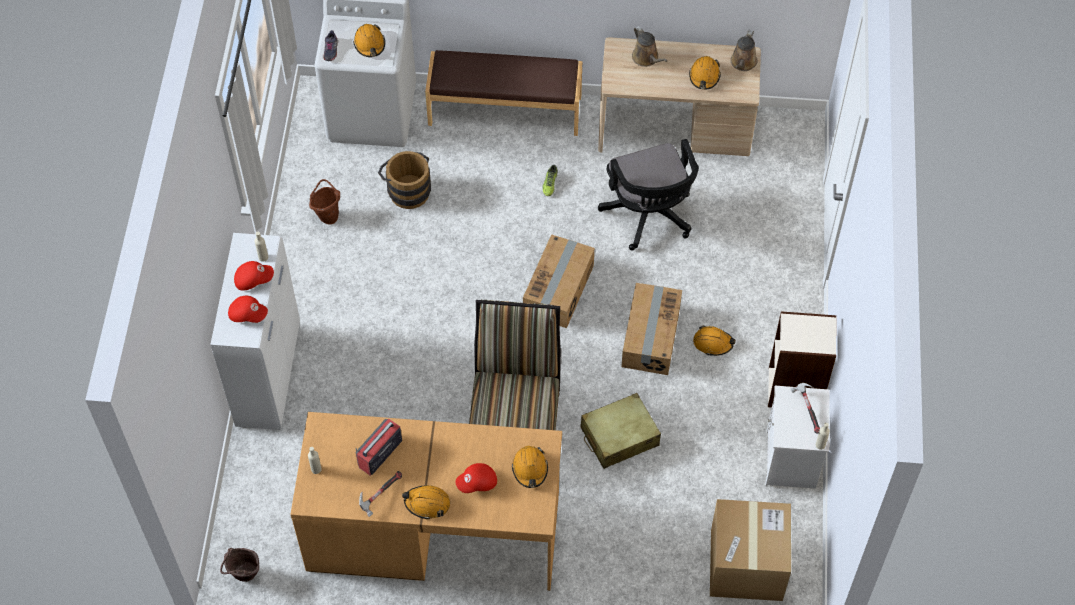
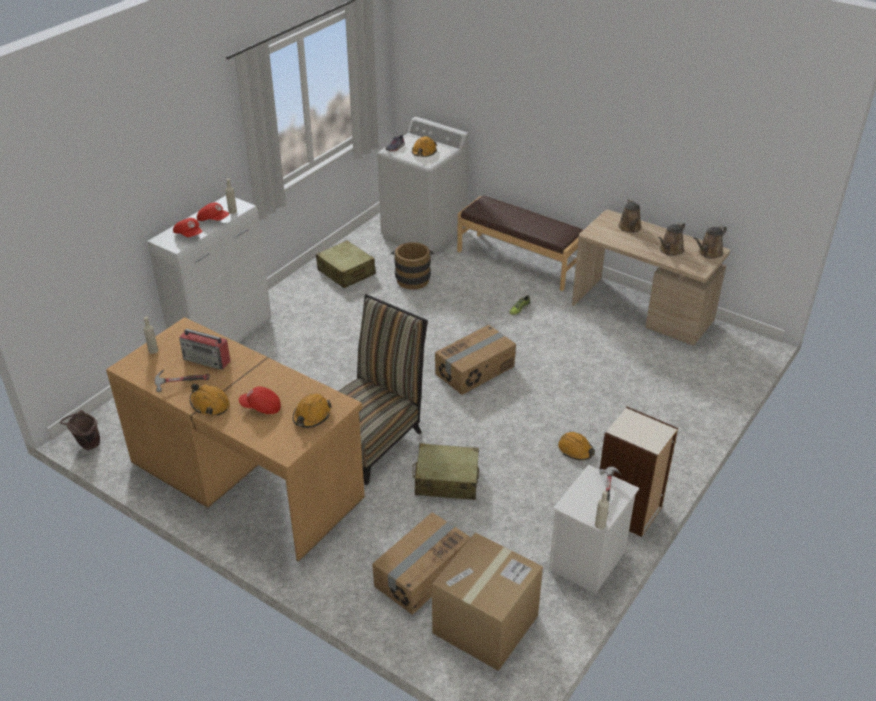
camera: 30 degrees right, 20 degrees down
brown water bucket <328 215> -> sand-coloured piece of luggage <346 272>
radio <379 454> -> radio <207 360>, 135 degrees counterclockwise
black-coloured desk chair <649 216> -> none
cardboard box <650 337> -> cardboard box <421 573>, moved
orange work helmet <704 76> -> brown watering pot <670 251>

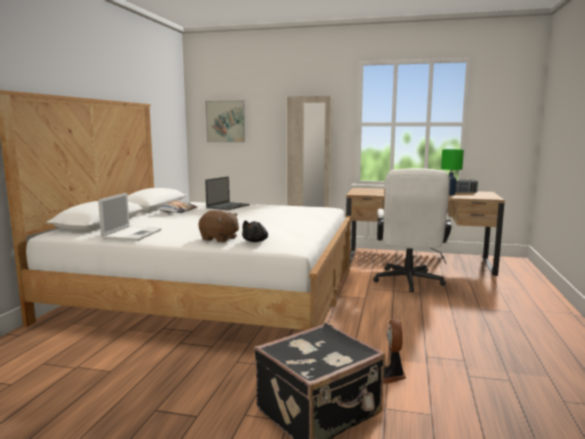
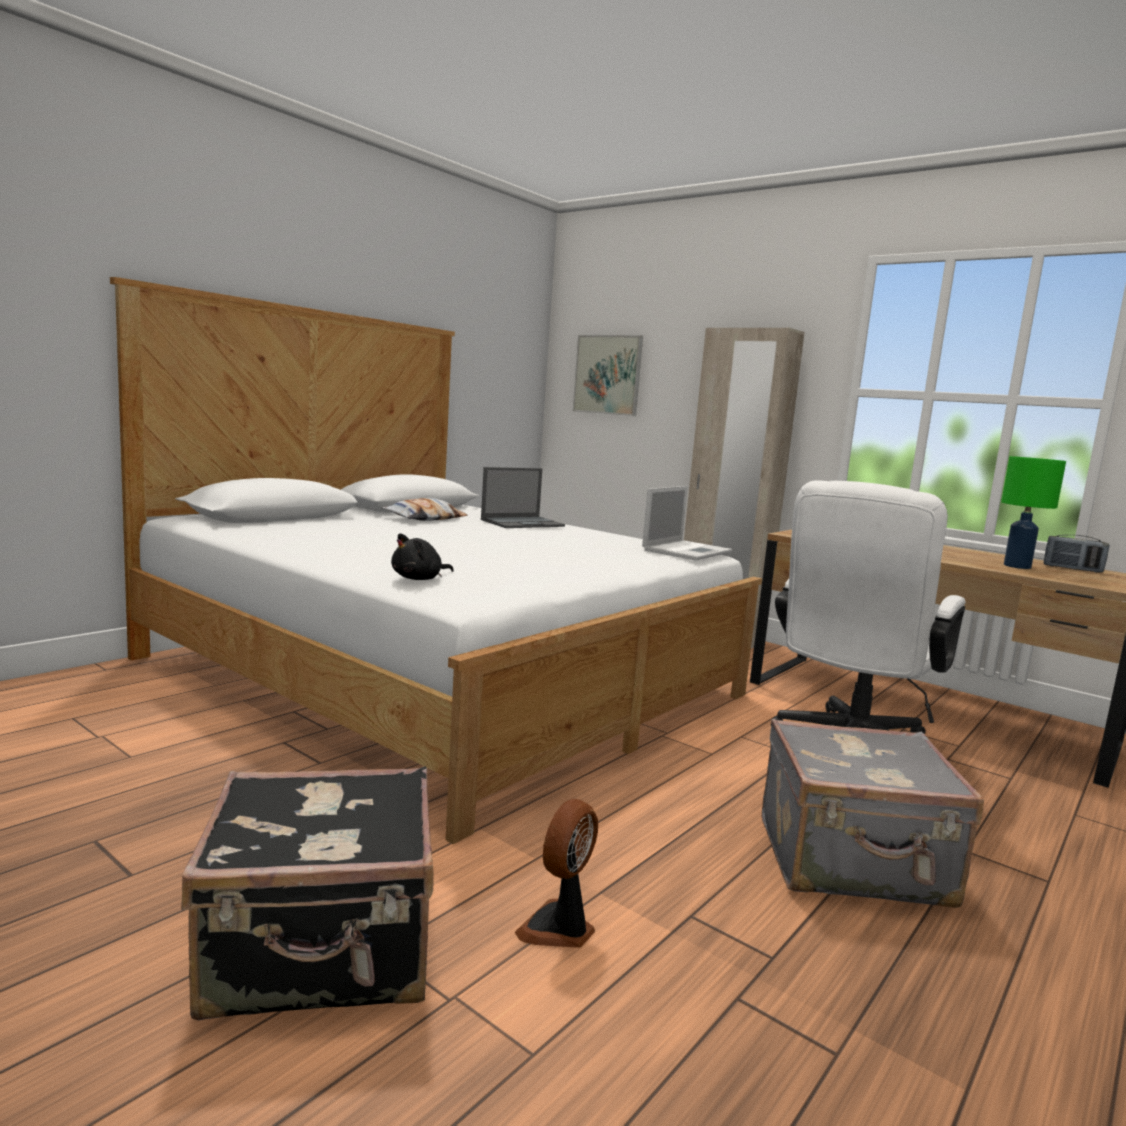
camera: 25 degrees right, 0 degrees up
notebook computer <132 234> -> notebook computer <687 551>, moved
brown soft toy <219 239> -> none
none -> gray piece of luggage <853 863>

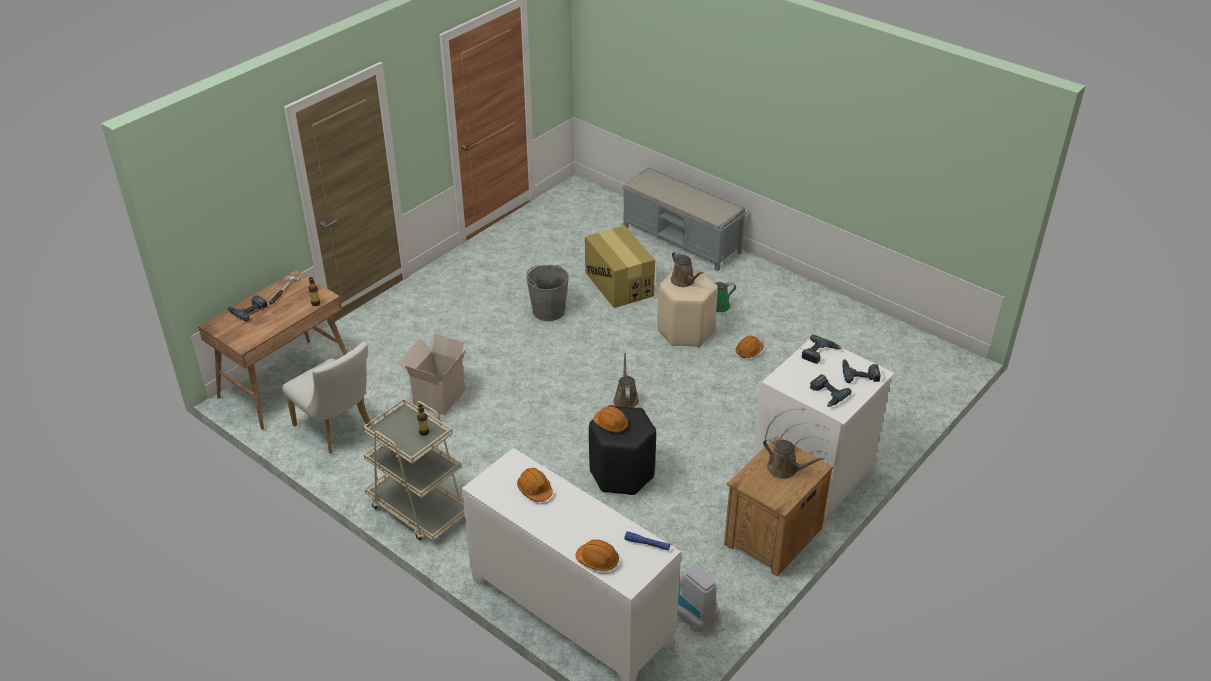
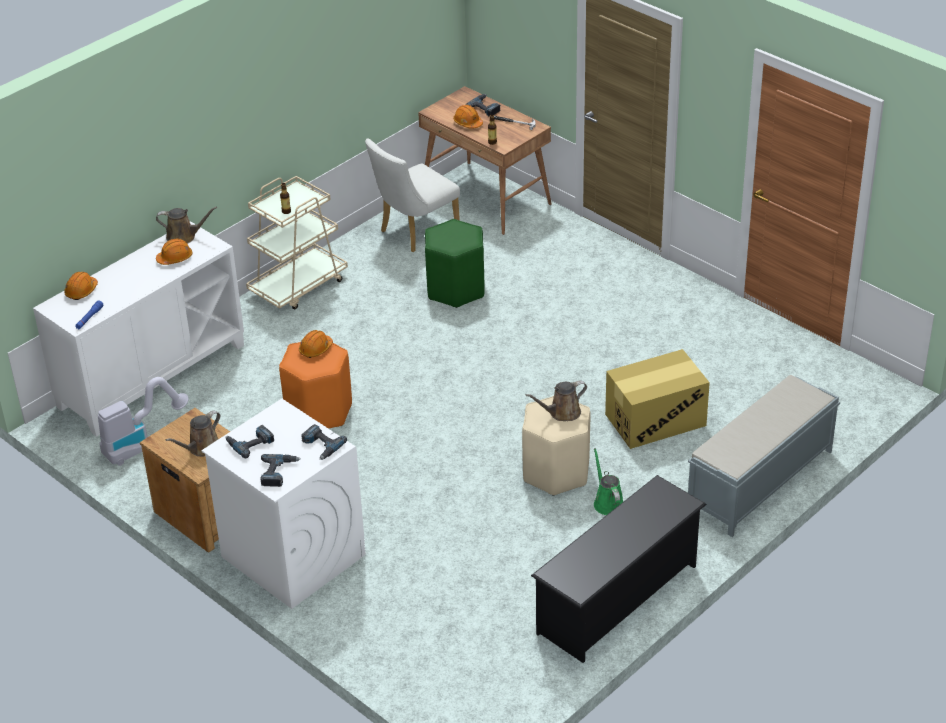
camera: 95 degrees right, 0 degrees up
cardboard box <438 396> -> green stool seat <455 290>
gray water bucket <548 311> -> none
black-coloured stool seat <621 474> -> orange stool seat <319 411>
brown watering pot <625 399> -> brown watering pot <184 237>, moved
orange work helmet <749 351> -> orange work helmet <468 123>, moved
none -> black-coloured shoe shelf <618 599>

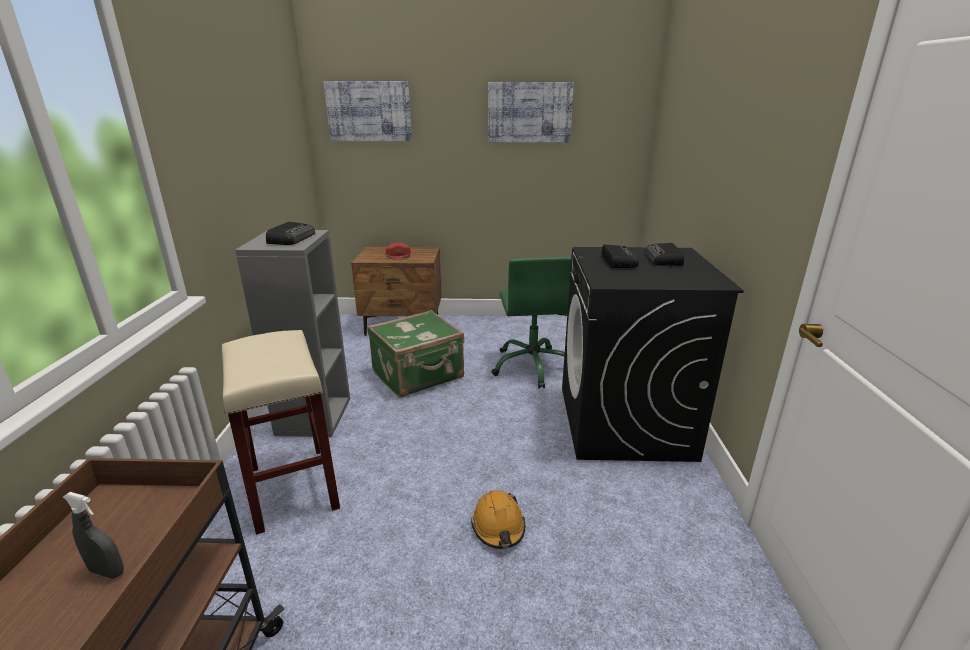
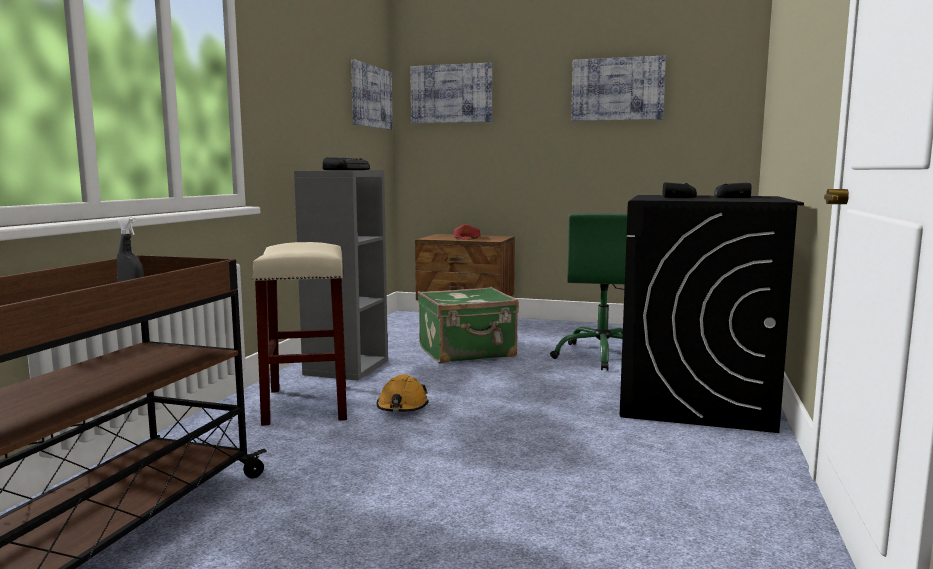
camera: 15 degrees right, 15 degrees down
orange work helmet <498 526> -> orange work helmet <402 407>, moved
none -> picture <371 97>

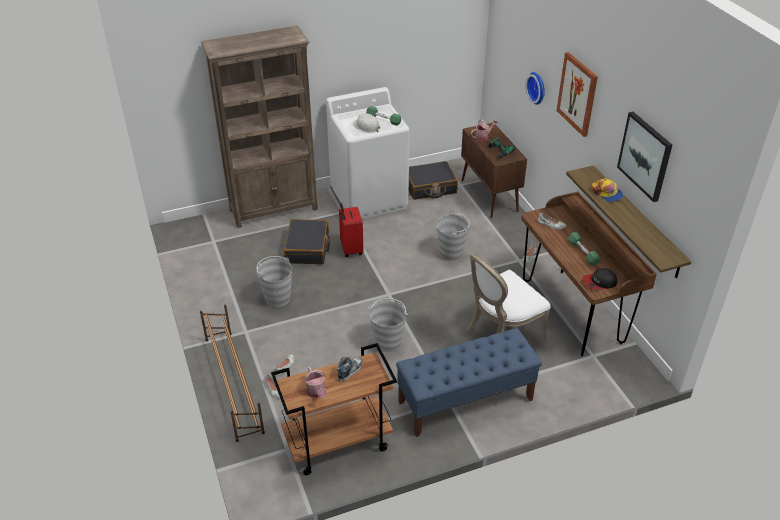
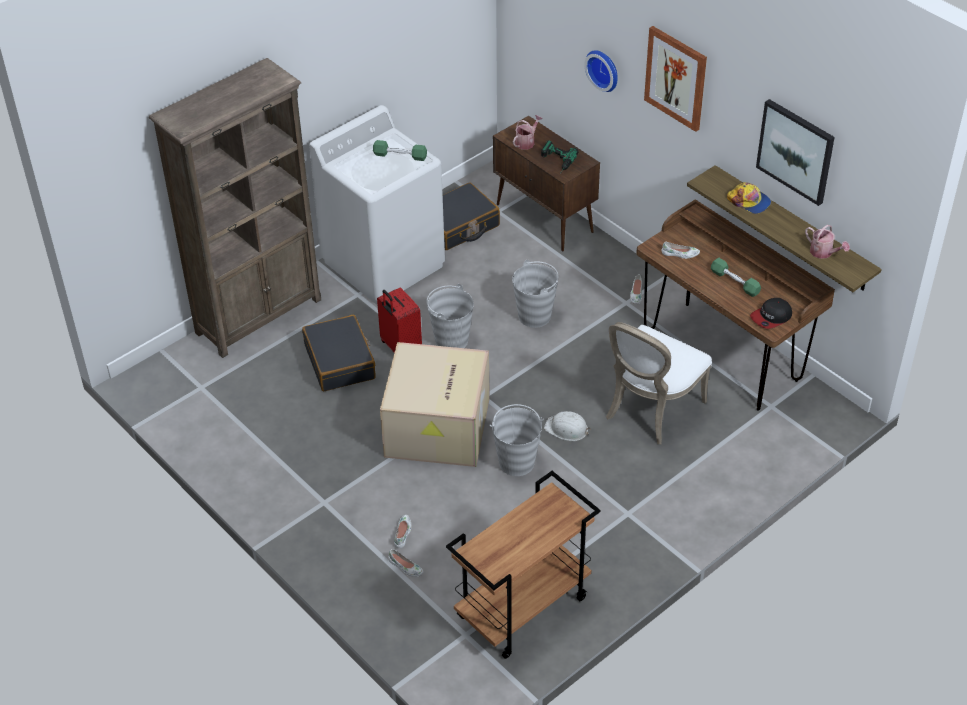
camera: 20 degrees left, 5 degrees up
brown shoe shelf <233 383> -> none
gray water bucket <277 298> -> gray water bucket <451 340>, moved
watering pot <316 392> -> watering pot <824 253>, moved
item of footwear <350 370> -> none
white work helmet <366 126> -> white work helmet <567 429>, moved
blue long seat <465 401> -> none
none -> cardboard box <438 428>

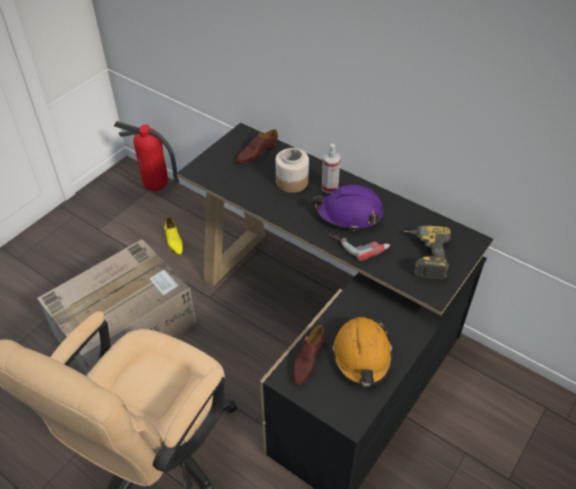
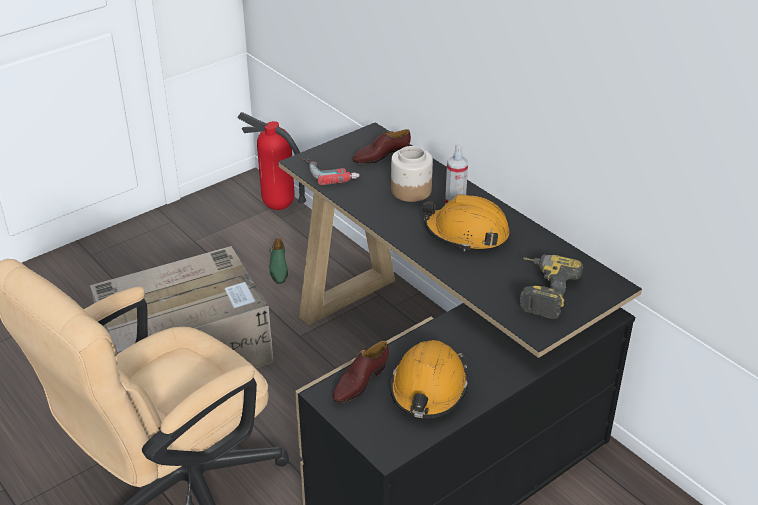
camera: 15 degrees right, 10 degrees down
yellowish item of footwear <174 242> -> green item of footwear <278 269>
purple work helmet <348 214> -> orange work helmet <466 233>
electric drill <359 244> -> electric drill <330 171>, moved

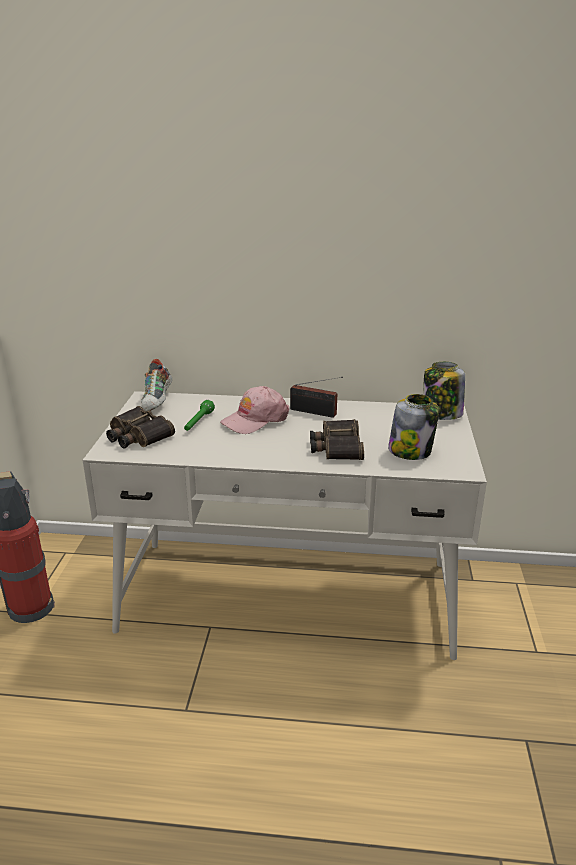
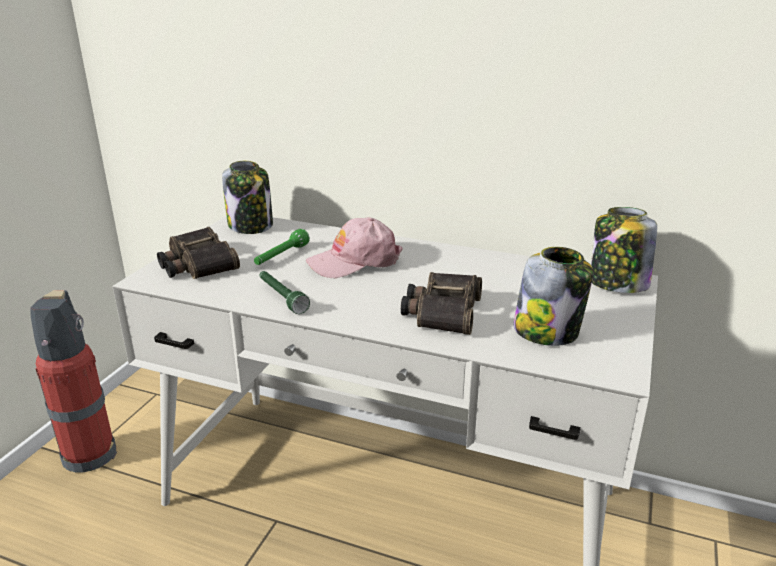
camera: 15 degrees right, 0 degrees up
item of footwear <158 401> -> jar <251 226>
radio <315 412> -> none
none -> green torch <281 298>

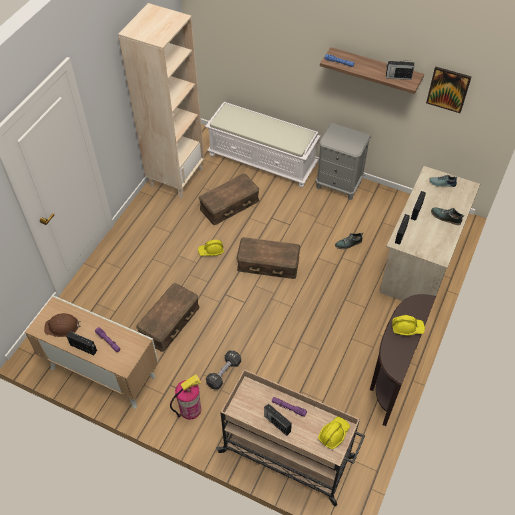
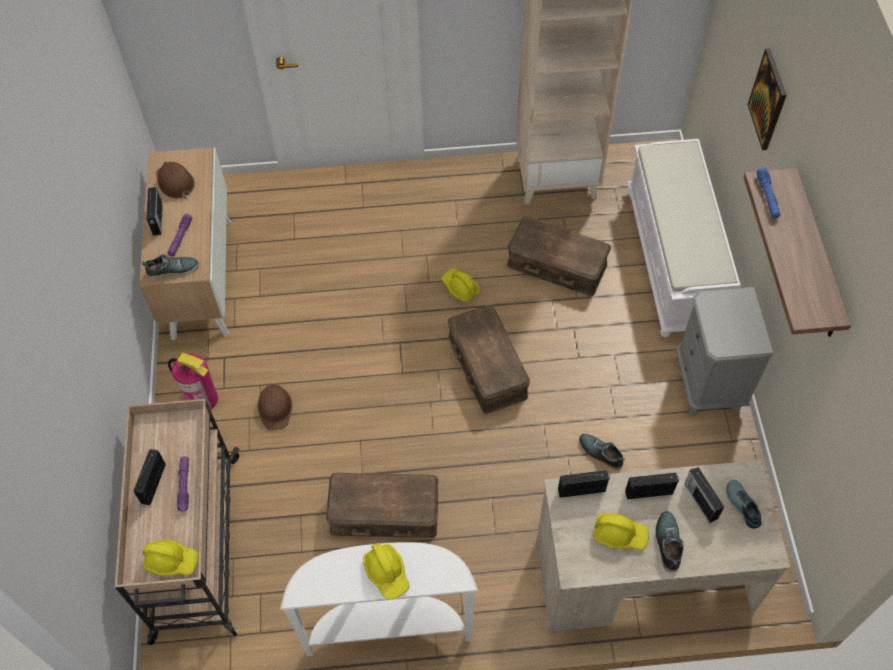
camera: 60 degrees right, 5 degrees up
brown storage box <170 322> -> brown storage box <384 513>, moved
black-coloured hand weight <224 373> -> brown work helmet <275 408>
brown narrow table <389 380> -> white narrow table <387 626>
radio <397 77> -> radio <700 500>, moved
picture <448 89> -> picture <768 99>, moved
none -> item of footwear <173 269>
none -> yellowish work helmet <619 534>

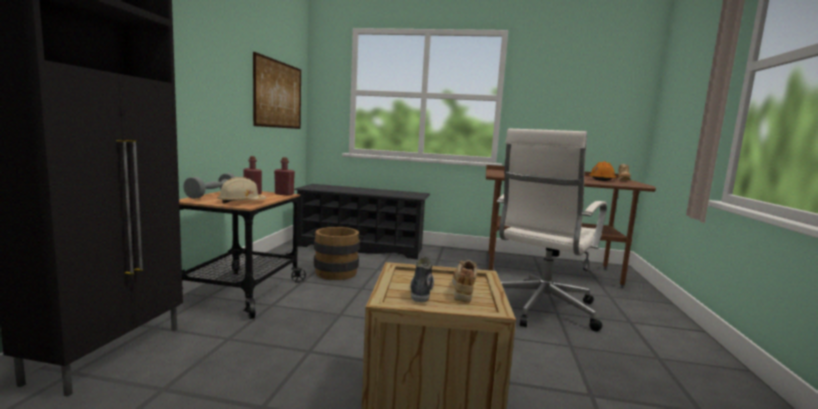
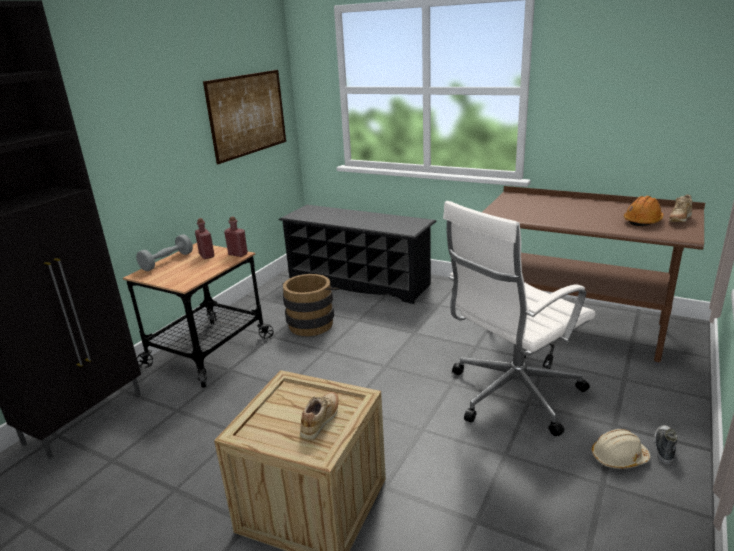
camera: 20 degrees right, 15 degrees up
sand-coloured work helmet <241 202> -> sand-coloured work helmet <619 458>, moved
item of footwear <421 291> -> item of footwear <664 447>, moved

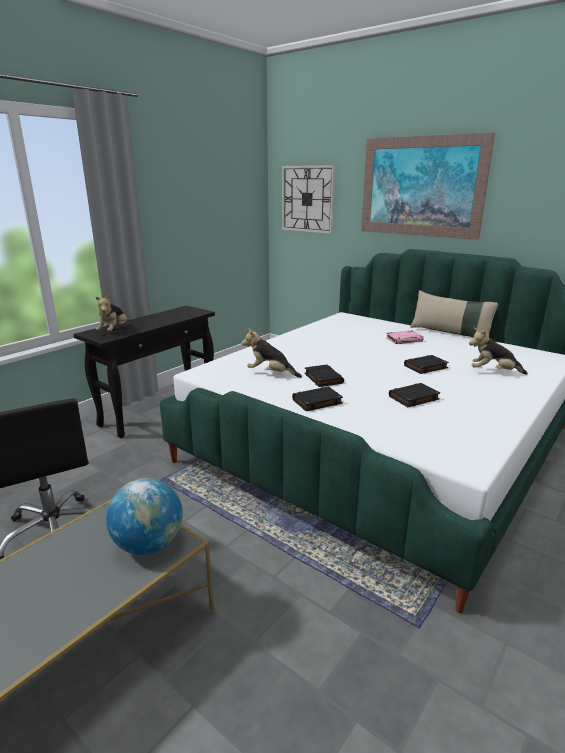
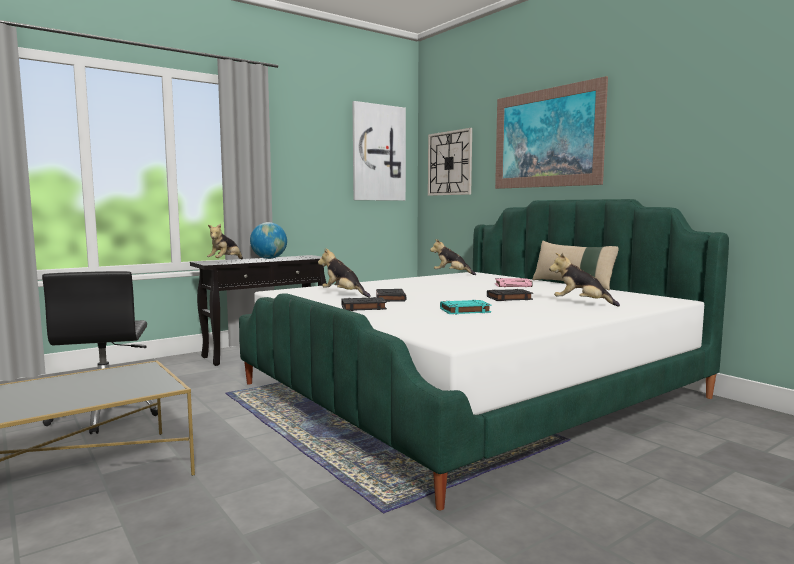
camera: 15 degrees right, 15 degrees down
globe <148 544> -> globe <269 258>, moved
black-coloured volume <413 398> -> blue-green volume <464 311>
none -> picture <378 153>
none -> soft toy <451 274>

